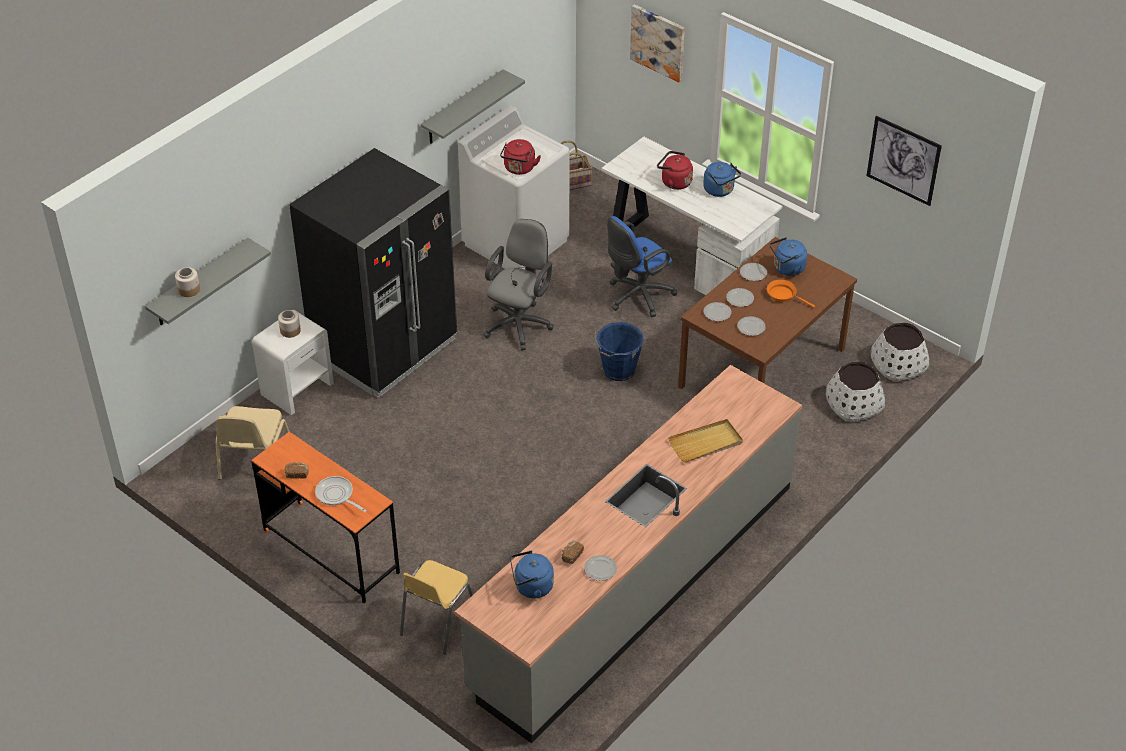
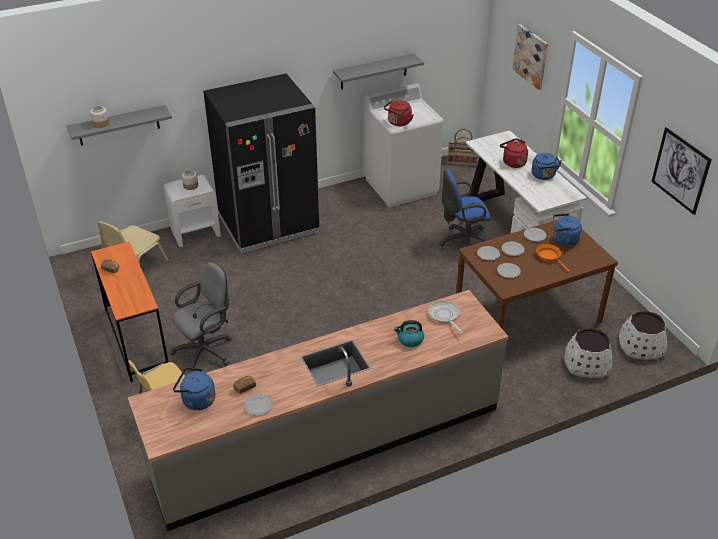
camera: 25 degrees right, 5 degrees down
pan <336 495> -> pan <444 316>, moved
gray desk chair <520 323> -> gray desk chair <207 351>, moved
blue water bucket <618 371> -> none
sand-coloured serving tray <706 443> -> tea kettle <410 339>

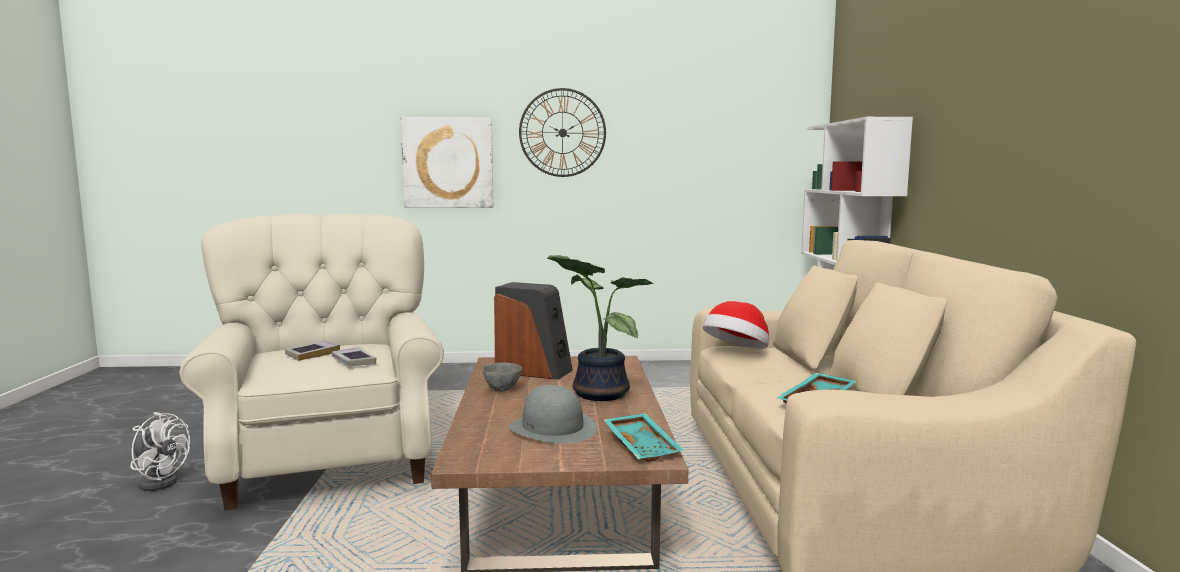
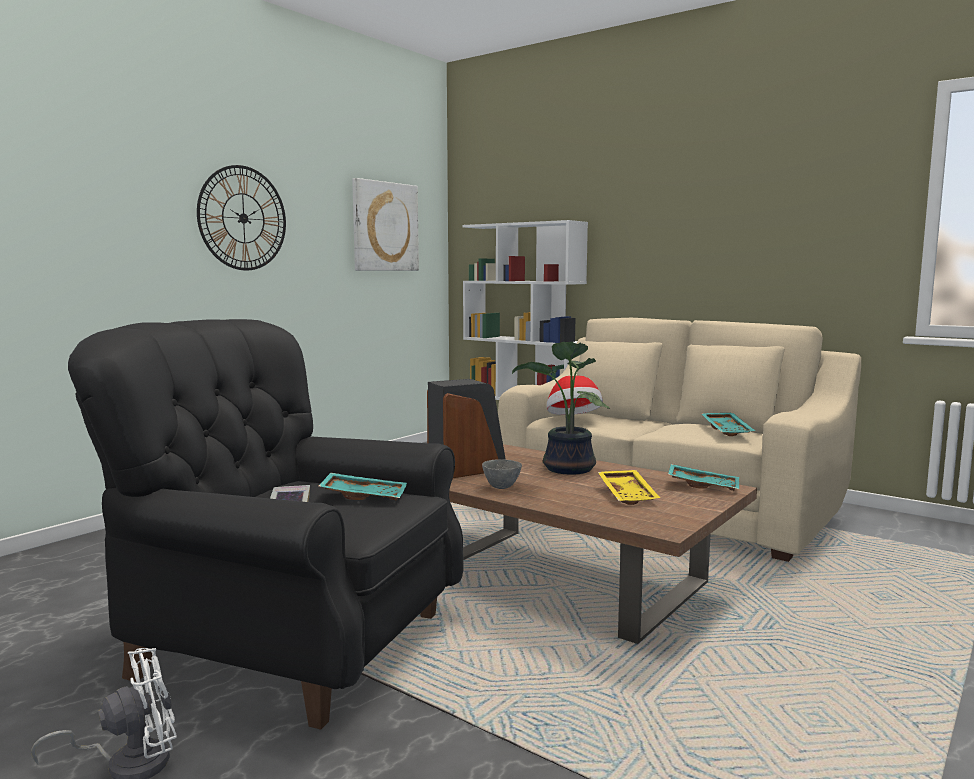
camera: 50 degrees left, 0 degrees up
sand-coloured easy chair <329 460> -> black-coloured easy chair <284 643>
volume <353 361> -> blue-green serving tray <364 496>
picture <448 163> -> picture <385 226>, moved
gray wearable hat <553 428> -> yellowish serving tray <628 495>

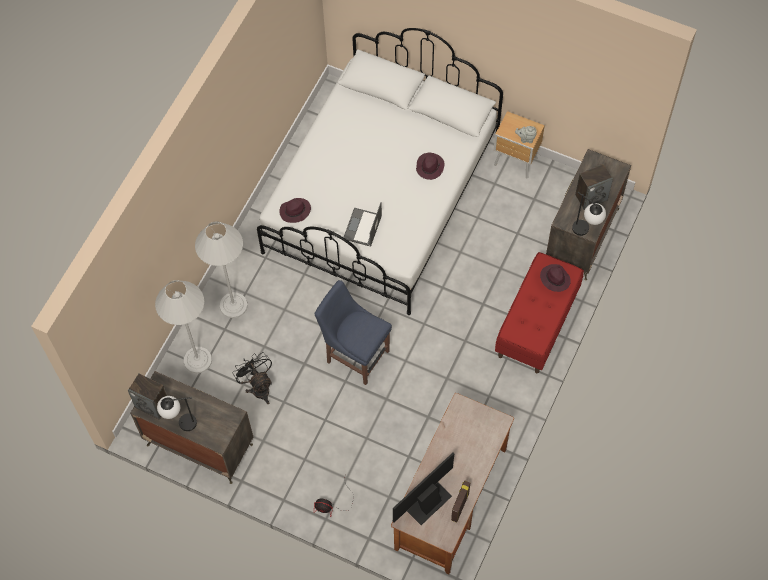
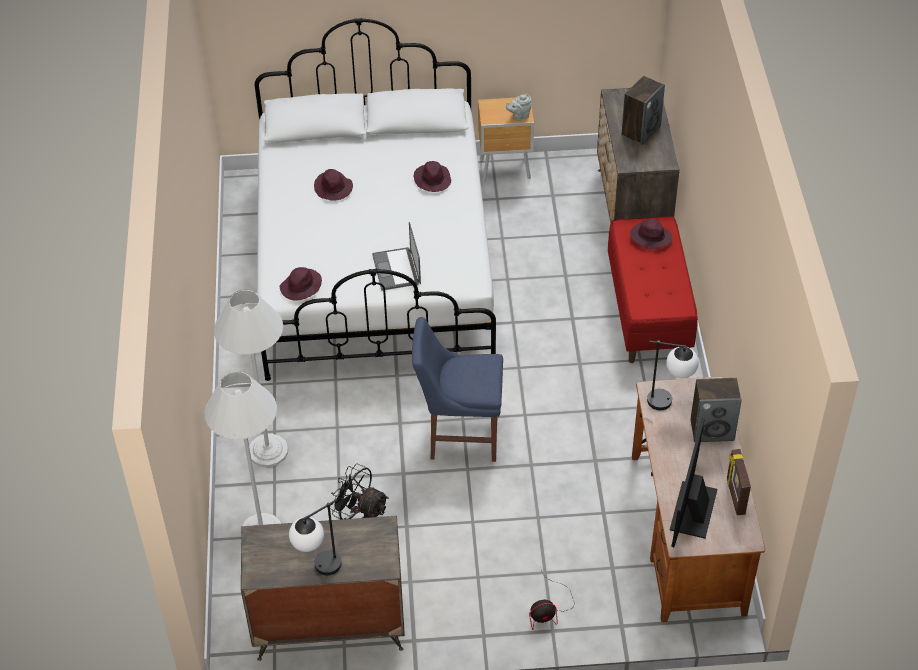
camera: 30 degrees left, 15 degrees down
audio speaker <153 405> -> audio speaker <712 430>, moved
lamp for a table <586 232> -> lamp for a table <669 402>, moved
none -> purple wearable hat <333 188>

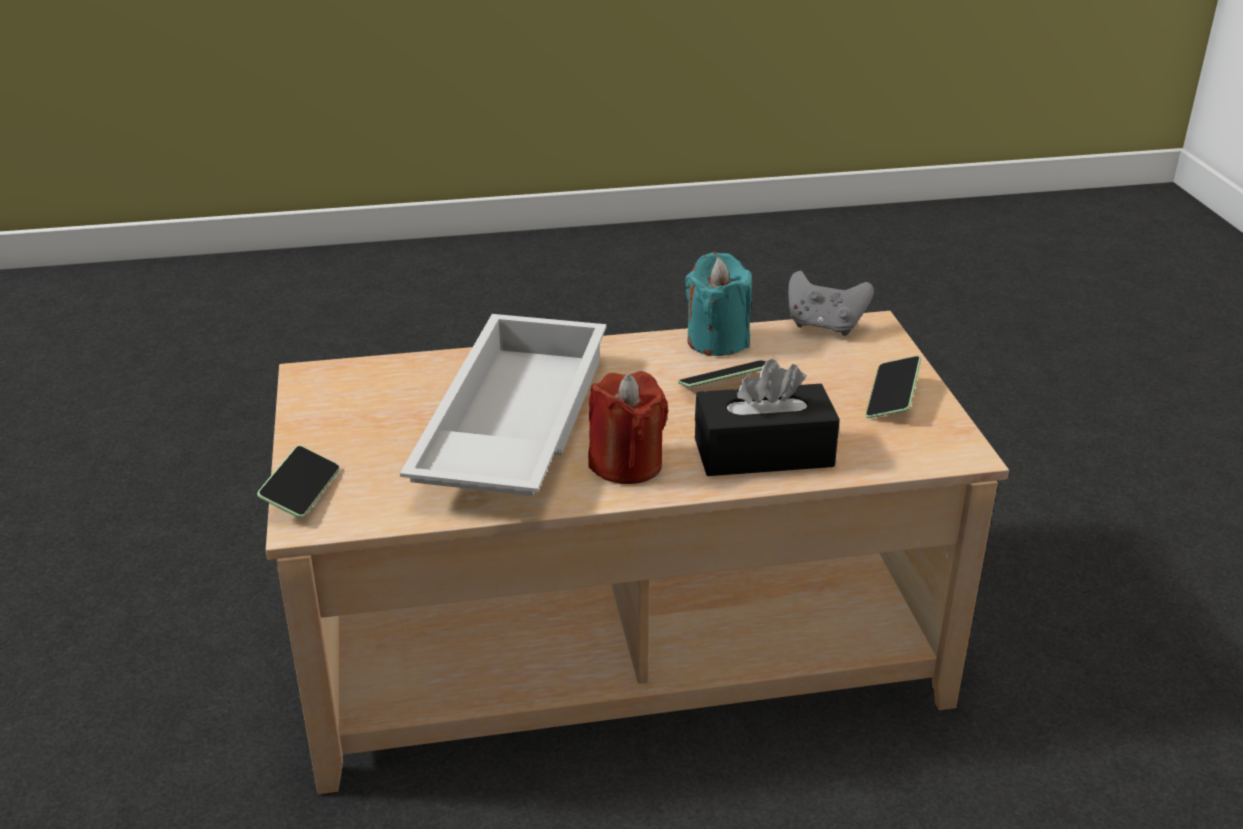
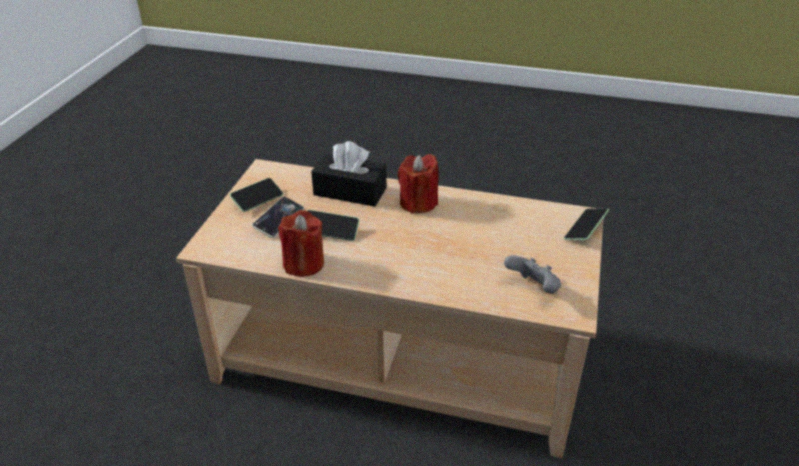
camera: 155 degrees left, 5 degrees up
white serving tray <510 426> -> none
blue-green wax light <717 341> -> red-coloured wax light <303 263>
gray game controller <824 326> -> gray game controller <533 289>, moved
none -> handset <279 220>

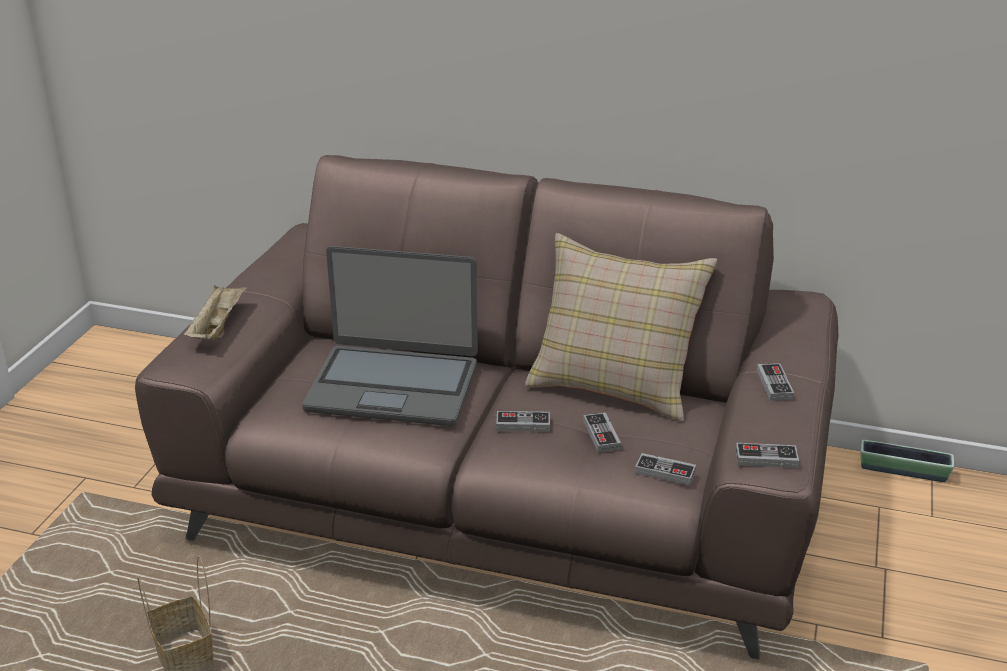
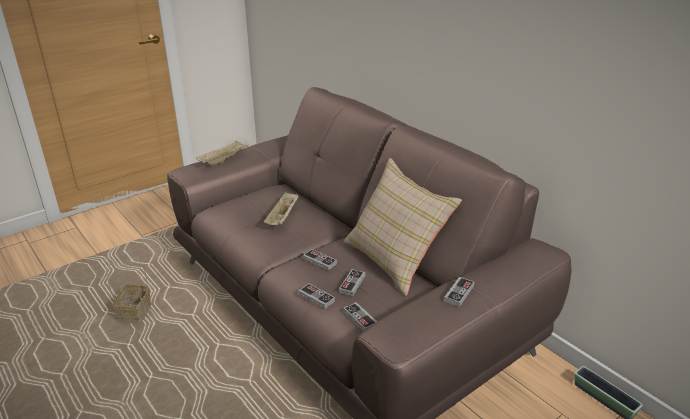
camera: 35 degrees right, 0 degrees up
notebook computer <393 386> -> sand-coloured serving tray <283 218>
game controller <766 458> -> game controller <316 297>, moved

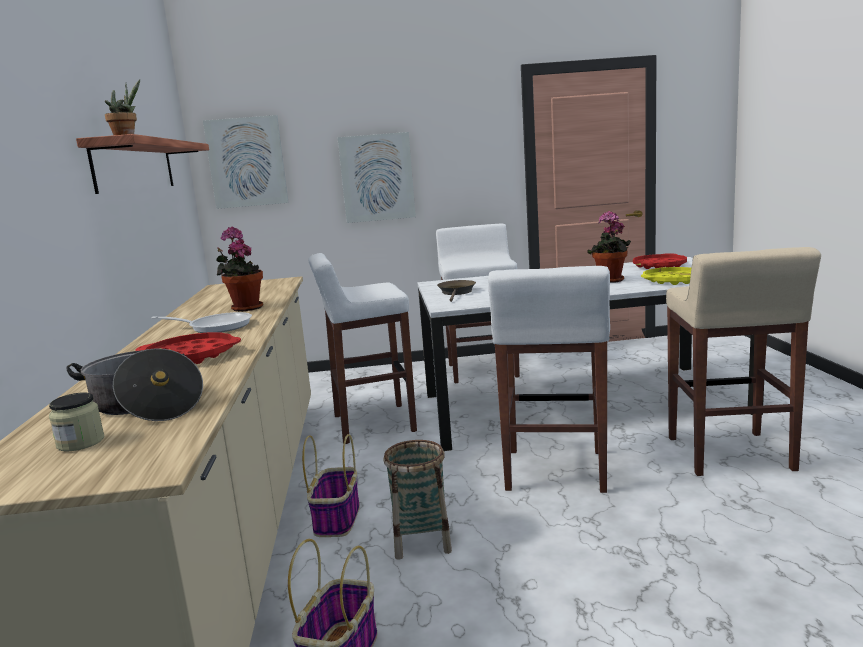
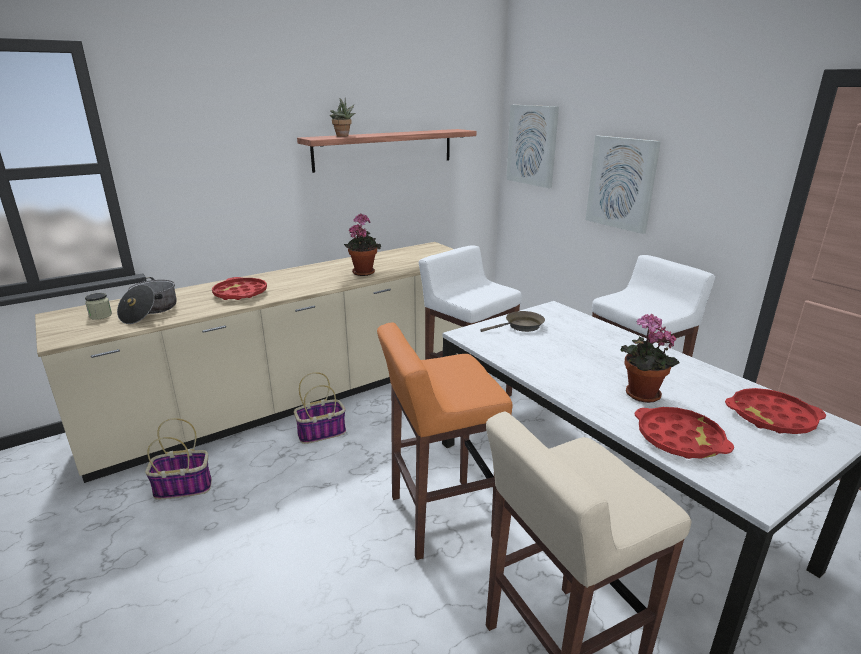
camera: 60 degrees right, 10 degrees up
pan <215 327> -> none
basket <421 540> -> none
white stool seat <554 471> -> orange stool seat <440 517>
yellowish serving tray <673 280> -> red-coloured serving tray <679 439>

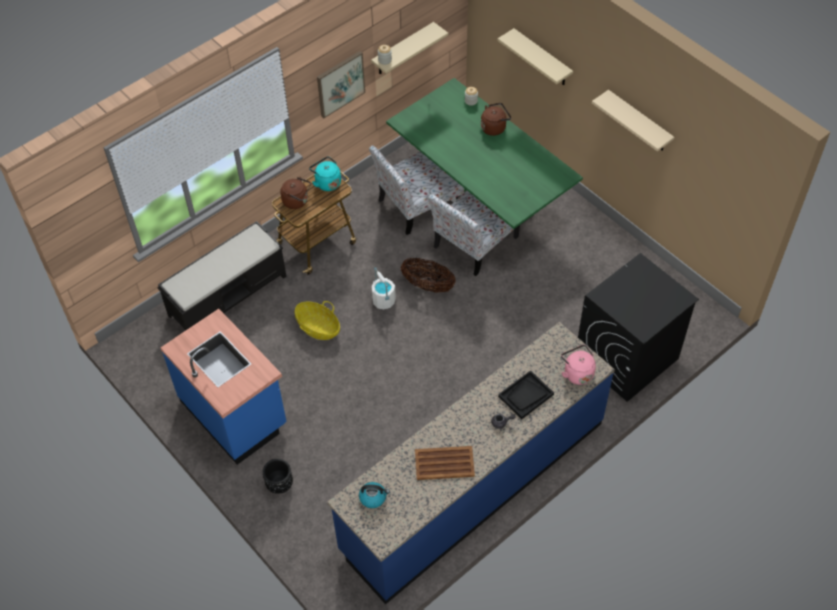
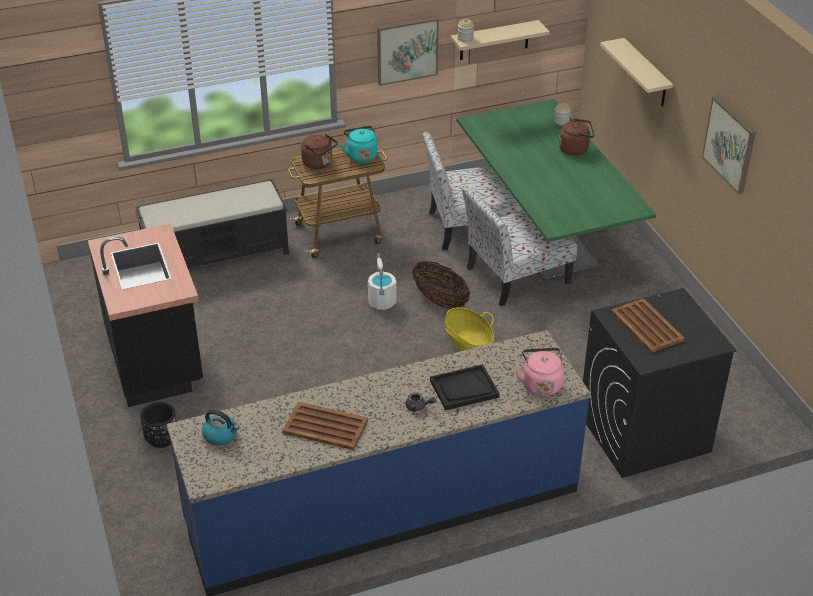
camera: 20 degrees right, 15 degrees down
blue kitchen base unit <234 413> -> black-coloured kitchen base unit <156 359>
basket <318 328> -> basket <468 342>, moved
sand-coloured wall shelf <639 122> -> picture <730 144>
none -> brown serving tray <647 327>

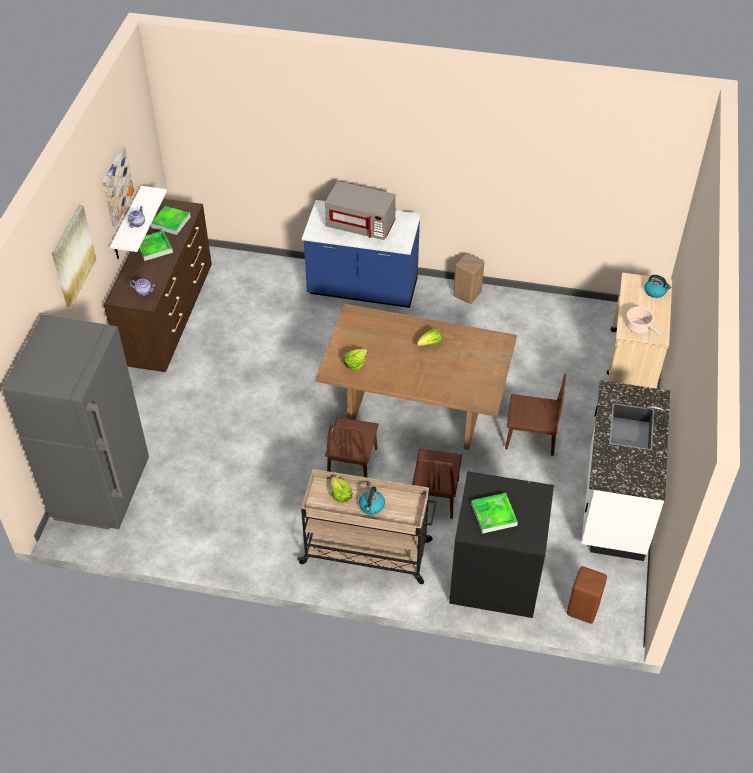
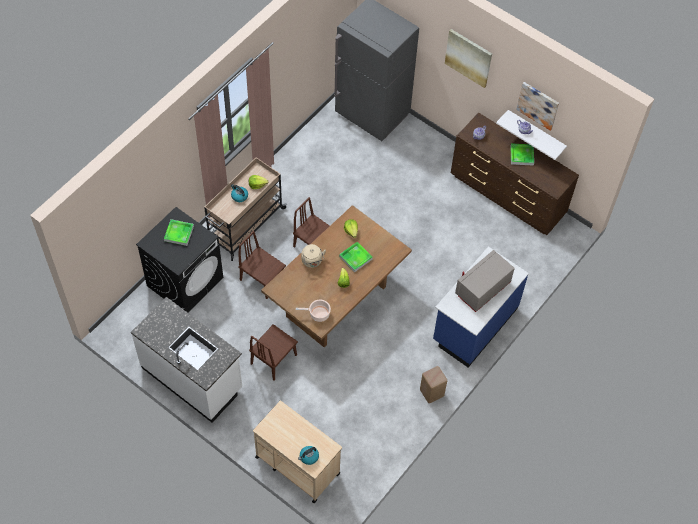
camera: 115 degrees right, 10 degrees up
serving tray <171 222> -> serving tray <355 258>, moved
brown stool seat <583 610> -> none
saucepot <639 327> -> saucepot <318 314>, moved
none -> sand-coloured tea kettle <312 261>

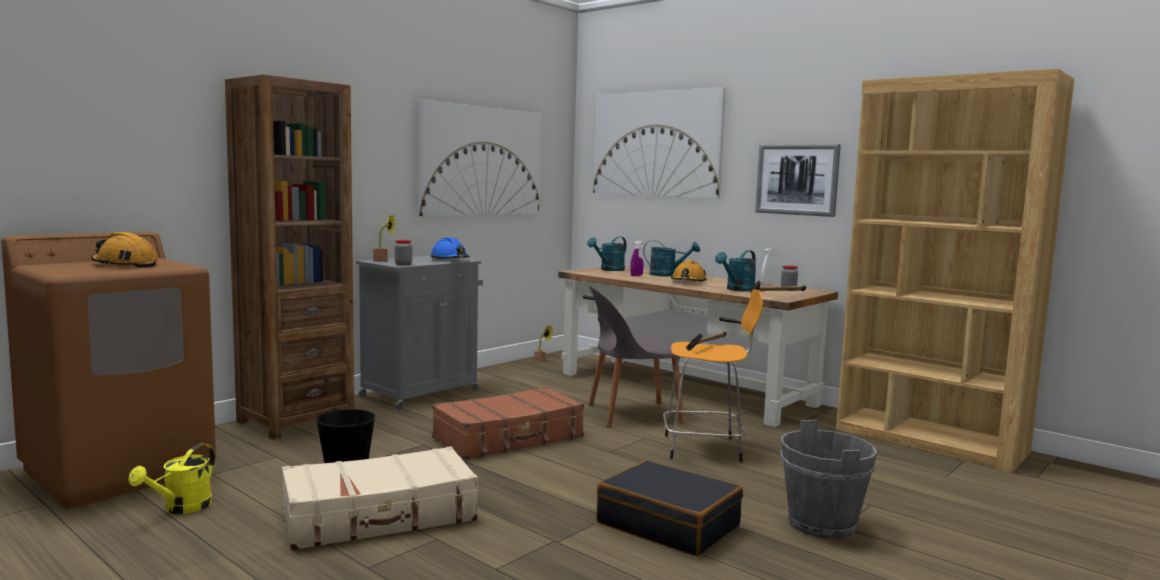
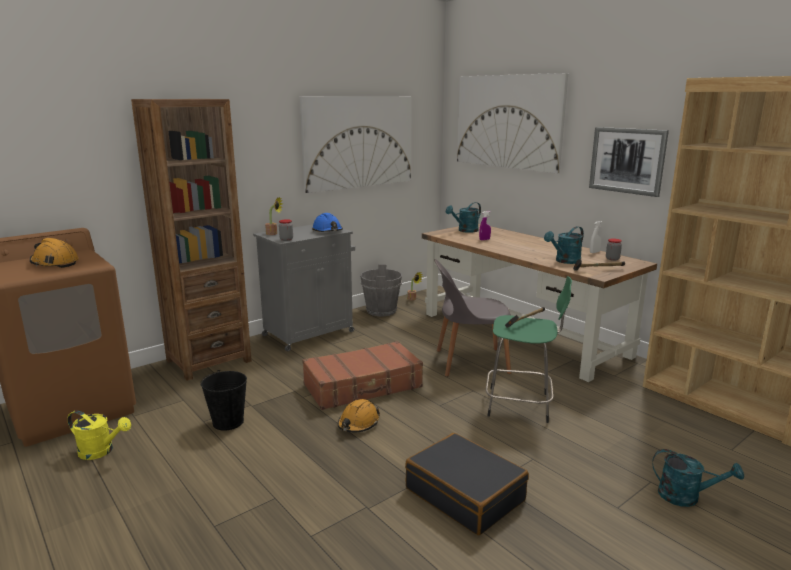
camera: 10 degrees right, 10 degrees up
yellowish watering pot <181 508> -> yellowish watering pot <101 451>, 105 degrees counterclockwise
sand-coloured piece of luggage <380 516> -> none
blue-green watering pot <667 275> -> blue-green watering pot <686 497>, moved
orange stool seat <705 448> -> green stool seat <521 405>
orange work helmet <688 282> -> orange work helmet <358 424>, moved
gray water bucket <821 524> -> gray water bucket <381 311>, moved

